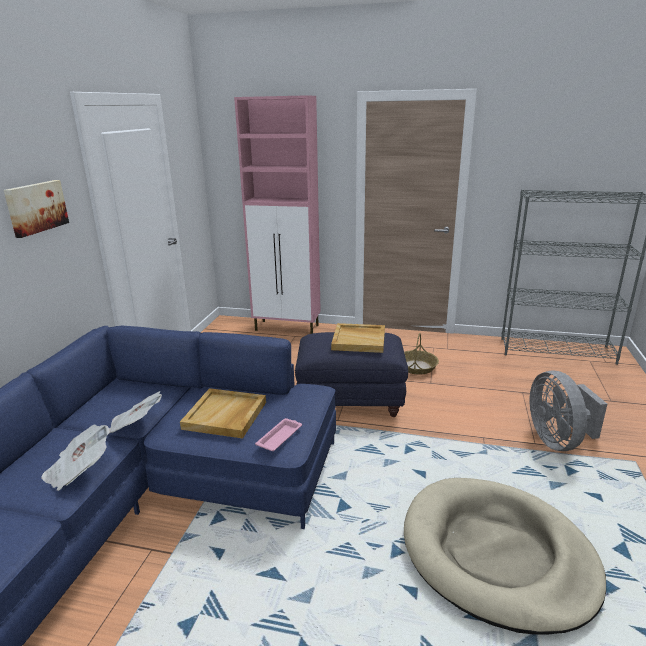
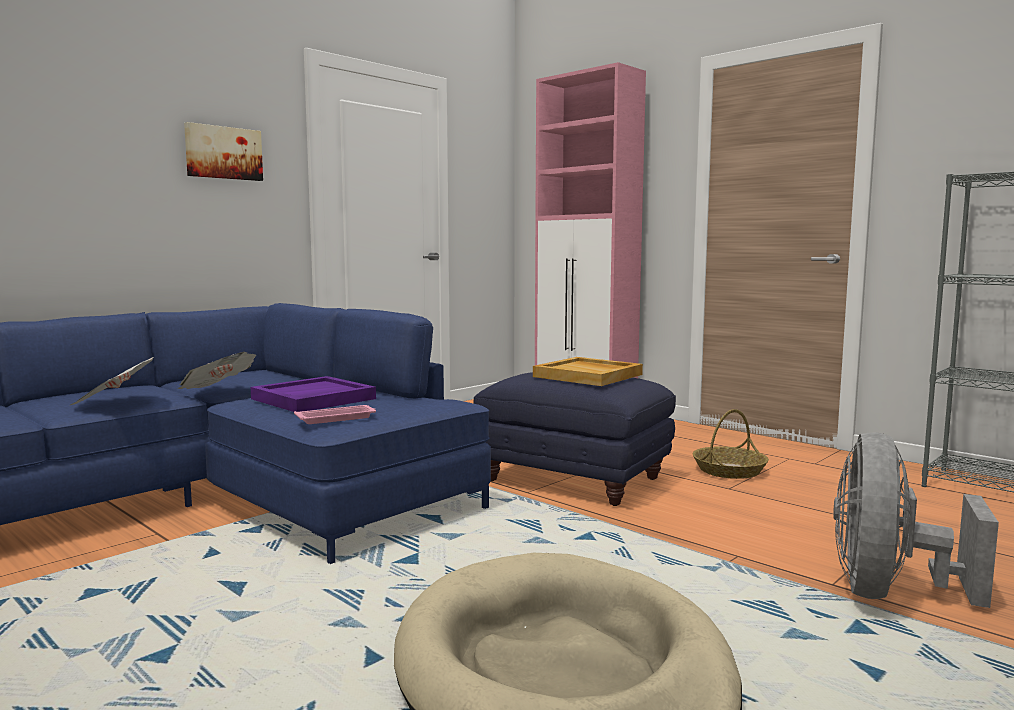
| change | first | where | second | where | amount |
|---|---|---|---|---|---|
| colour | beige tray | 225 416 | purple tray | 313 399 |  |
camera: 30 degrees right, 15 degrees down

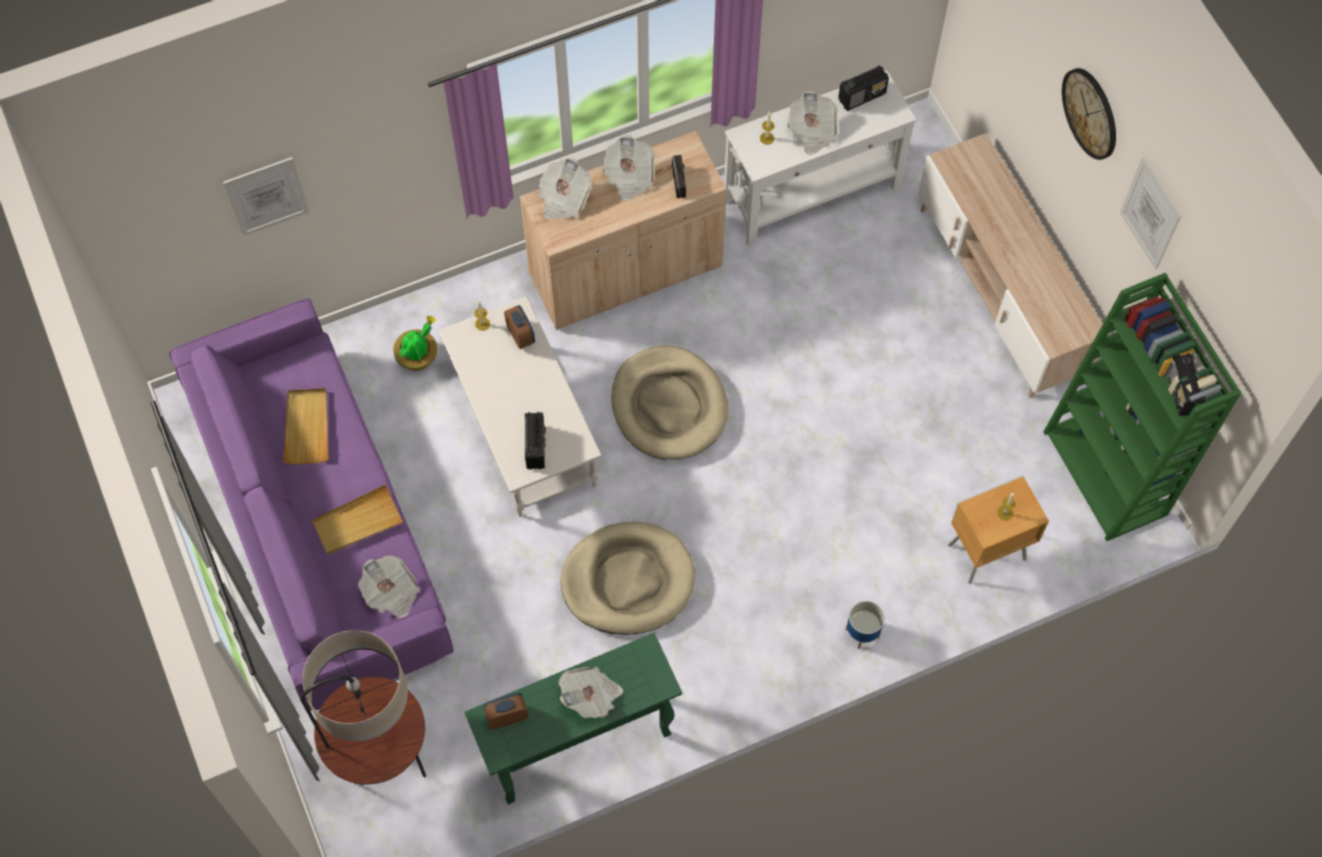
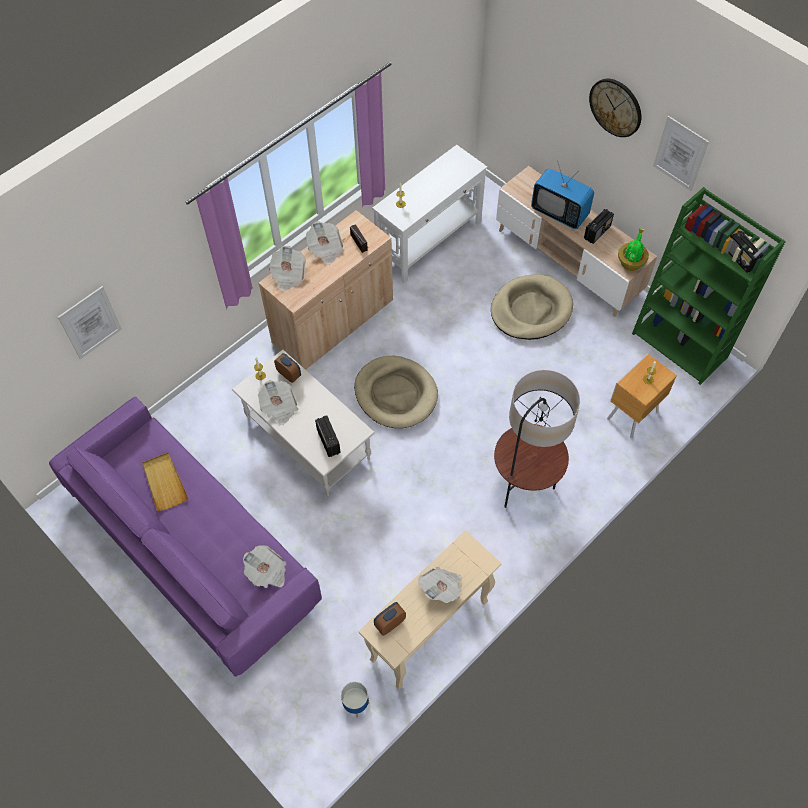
| change | first | where | second | where | amount |
|---|---|---|---|---|---|
| missing | beige tray | 357 522 |  |  |  |
| appeared |  |  | television | 559 213 |  |
| relocated | floor lamp | 383 760 |  | 524 489 |  |
| relocated | potted plant | 418 357 |  | 631 262 |  |
| relocated | beige dog bed | 628 580 |  | 531 310 |  |
| relocated | newspaper | 812 132 |  | 279 408 |  |
| relocated | radio | 862 96 |  | 597 232 |  |
| relocated | planter | 862 632 |  | 356 703 |  |
| colour | green console table | 577 745 | beige console table | 429 631 |  |
camera: 20 degrees left, 5 degrees down

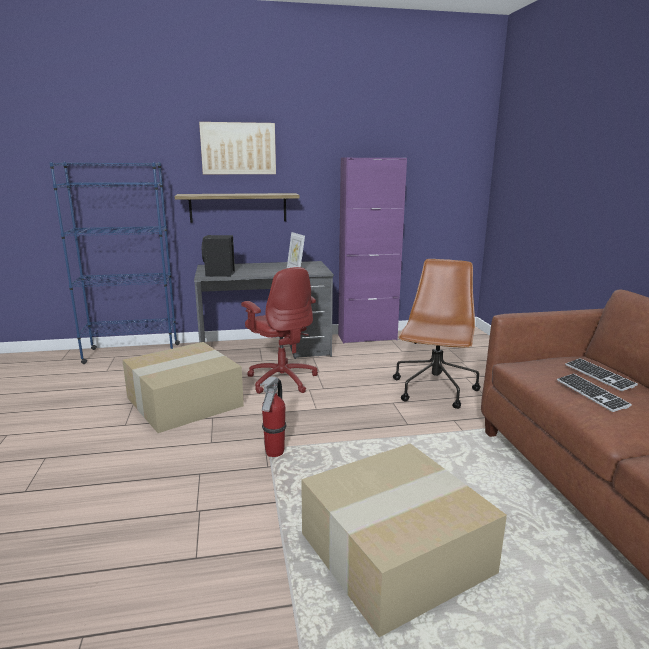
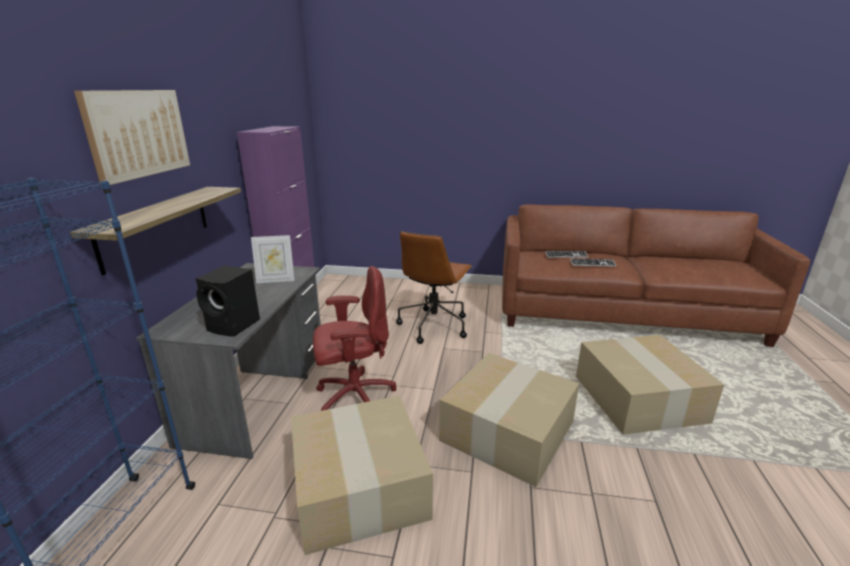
| change | first | where | second | where | amount |
|---|---|---|---|---|---|
| exchanged | fire extinguisher | 274 453 | cardboard box | 507 430 |  |
| spun | brown office chair | 434 390 |  | 434 325 | 105 degrees counterclockwise |
camera: 70 degrees left, 5 degrees up

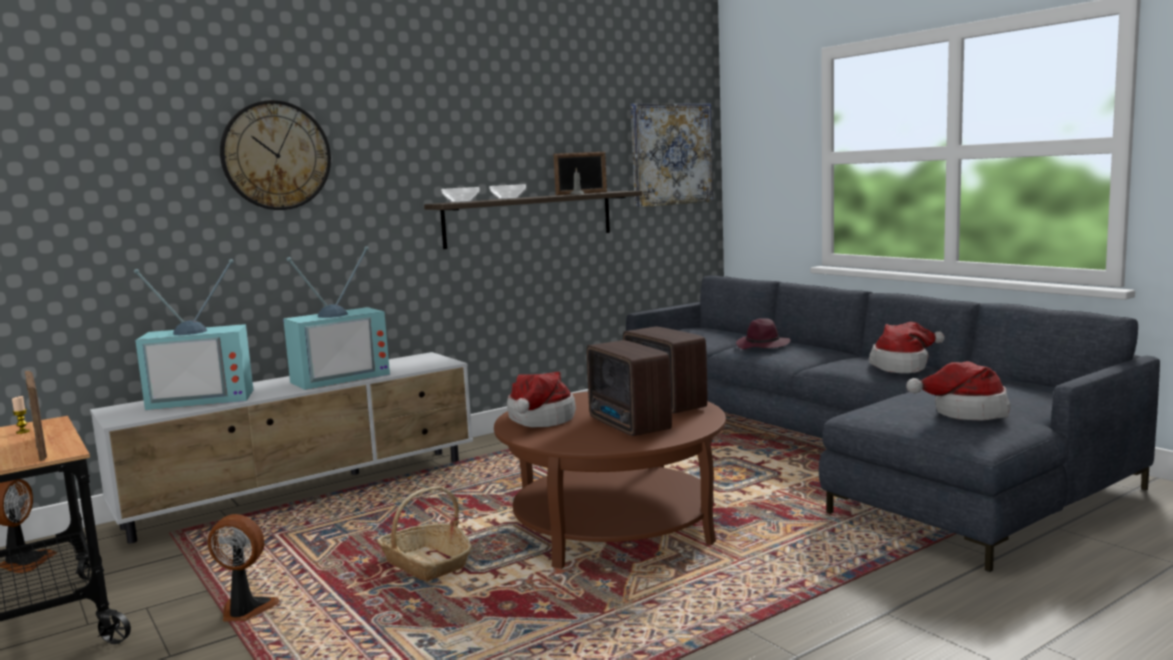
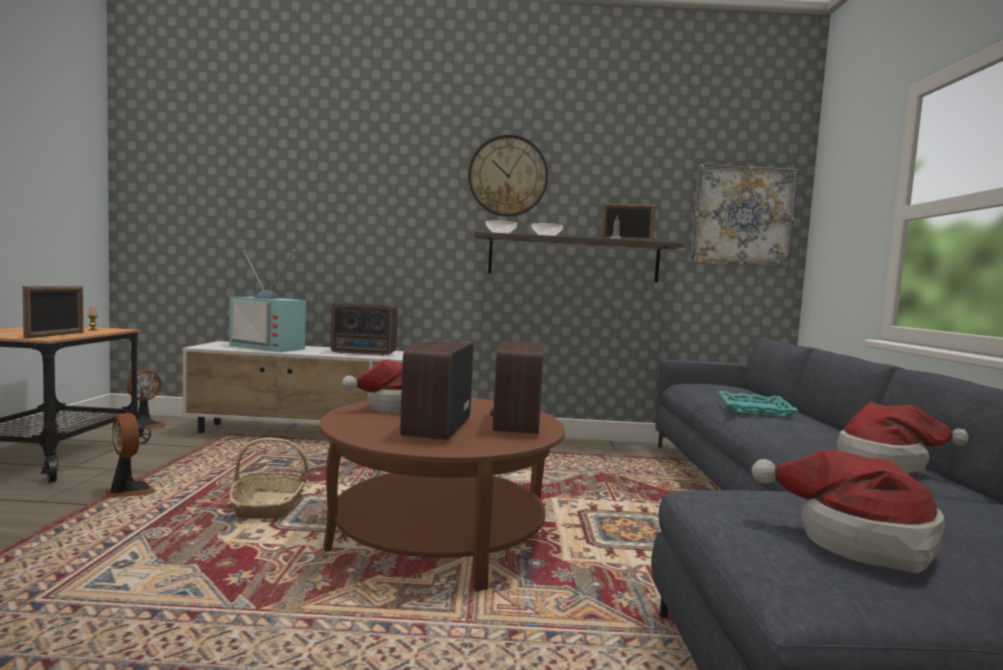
| change | first | where | second | where | amount |
|---|---|---|---|---|---|
| relocated | wall clock | 276 155 |  | 508 176 |  |
| exchanged | television | 340 377 | radio | 365 353 |  |
| exchanged | purple hat | 763 346 | turquoise tray | 755 409 |  |
camera: 35 degrees right, 5 degrees down

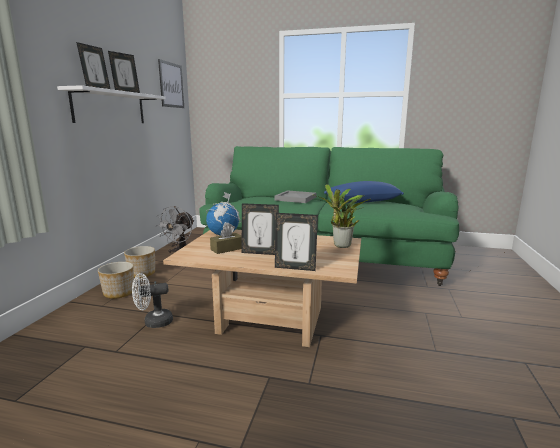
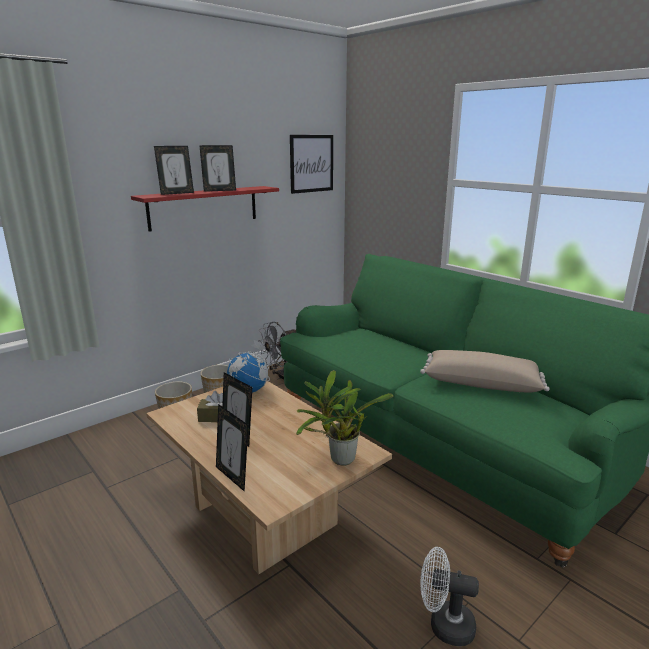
| change | first | where | second | where | amount |
|---|---|---|---|---|---|
| missing | grey tray | 295 198 |  |  |  |
| relocated | white fan | 153 322 |  | 444 625 |  |
| colour | white shelf | 110 107 | red shelf | 204 207 |  |
| colour | blue pillow | 362 201 | beige pillow | 482 383 |  |
camera: 35 degrees right, 5 degrees up

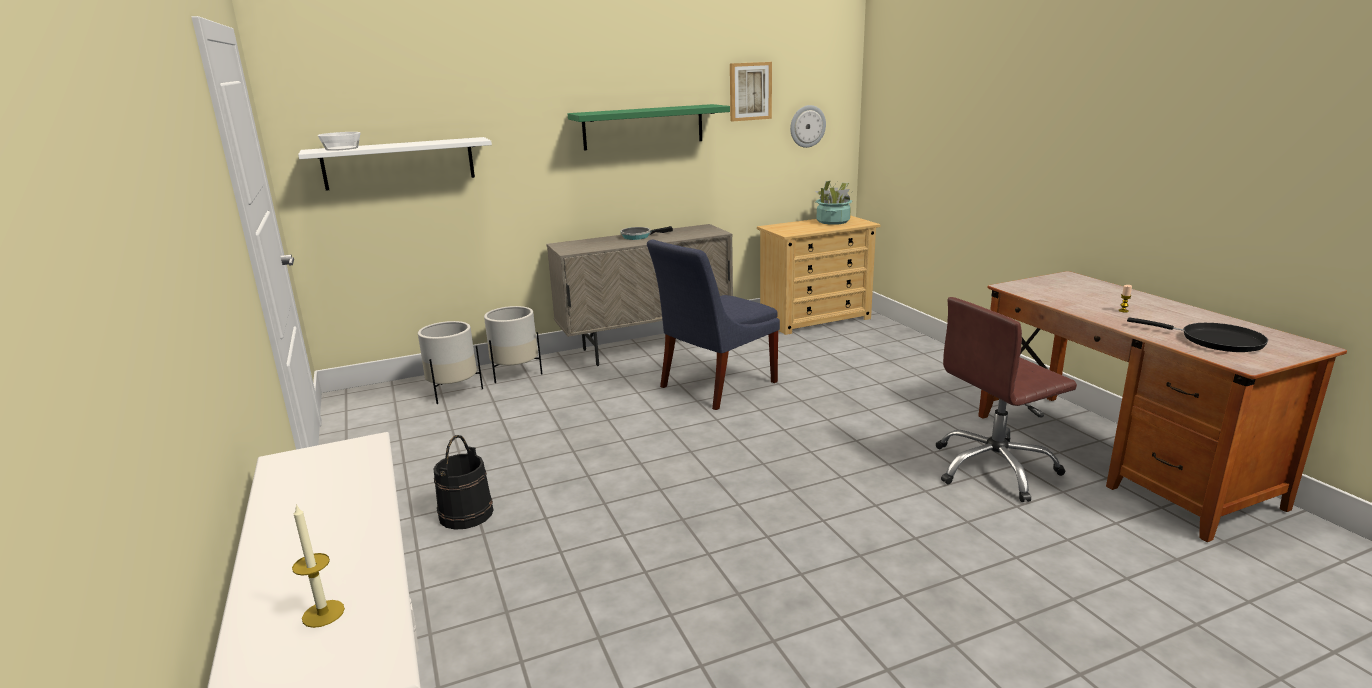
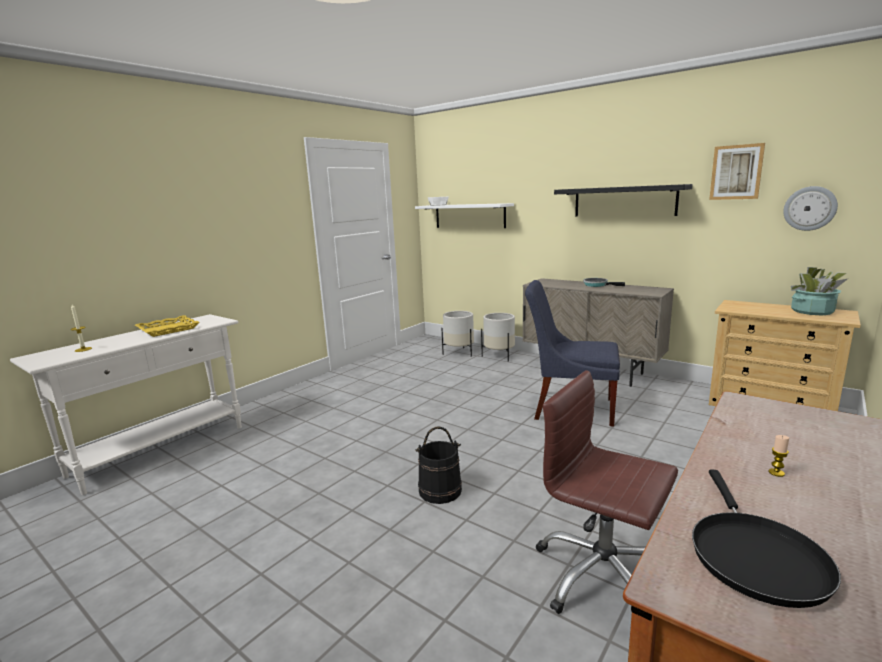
| change | first | where | second | where | amount |
|---|---|---|---|---|---|
| appeared |  |  | yellow tray | 168 329 |  |
| relocated | black bucket | 466 514 |  | 440 490 |  |
| colour | green shelf | 643 127 | black shelf | 624 201 |  |
camera: 60 degrees right, 5 degrees down

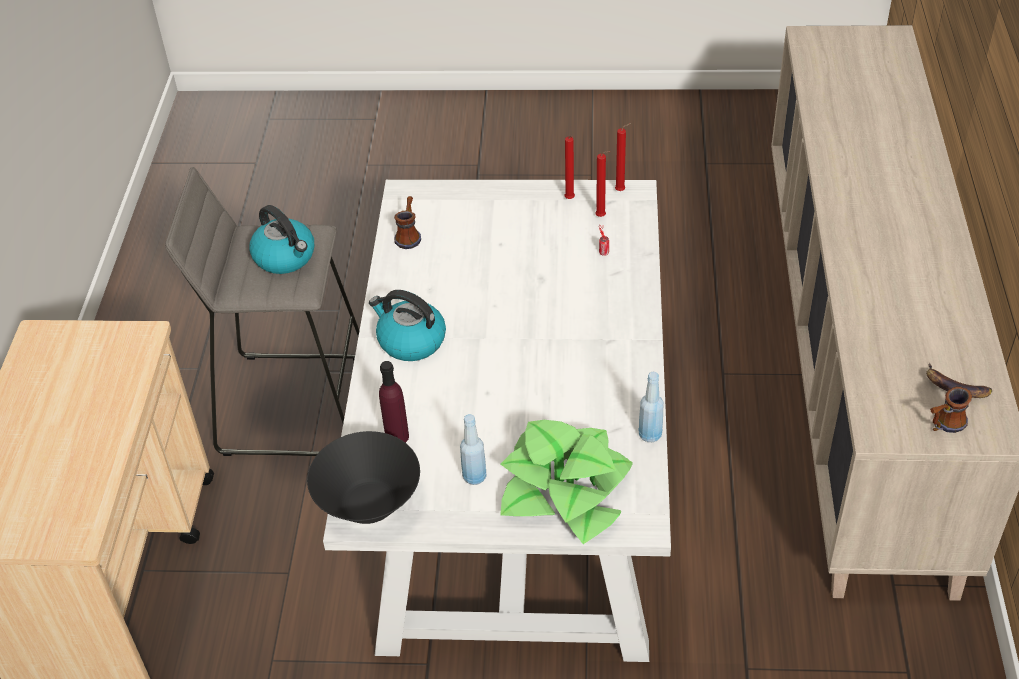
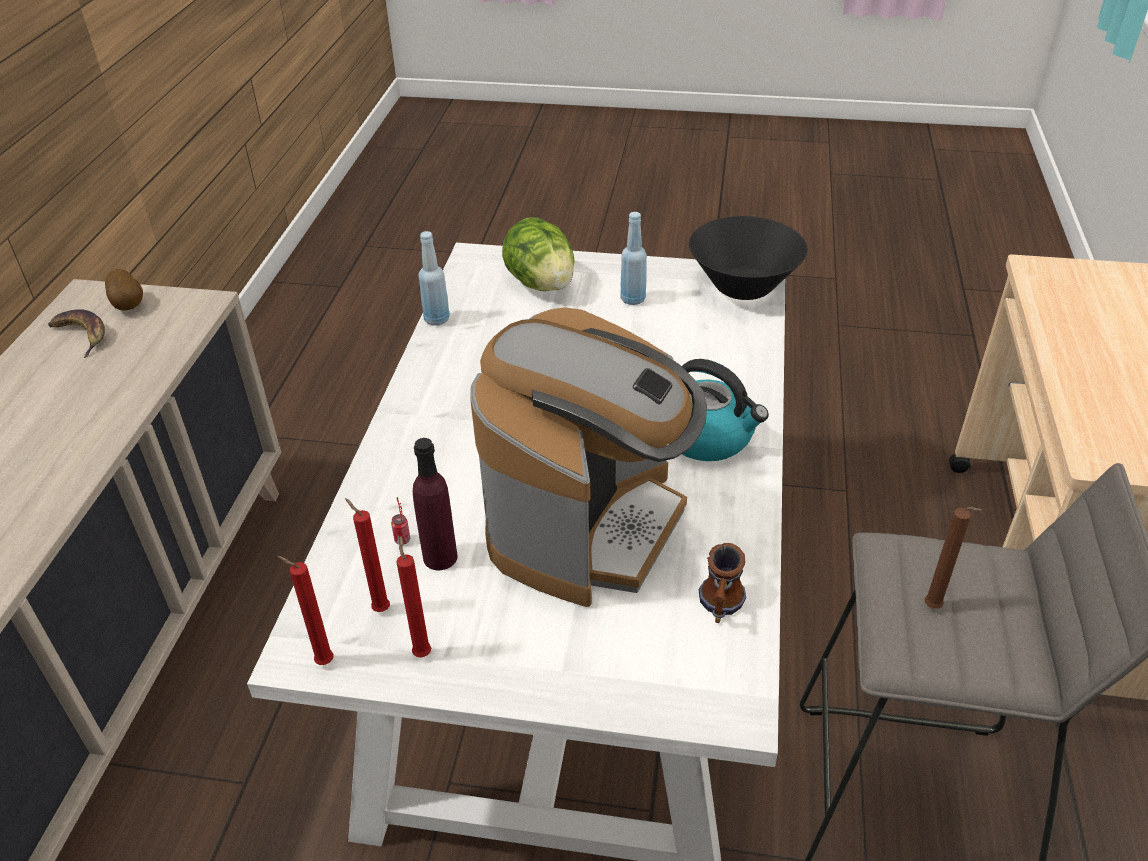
| change | first | where | second | where | amount |
|---|---|---|---|---|---|
| appeared |  |  | coffee machine | 589 525 |  |
| relocated | purple bottle | 397 436 |  | 440 557 |  |
| exchanged | kettle | 285 257 | brown candle | 934 608 |  |
| exchanged | potted plant | 565 489 | lettuce | 541 283 |  |
| exchanged | mug | 944 425 | potato | 129 305 |  |
camera: 175 degrees left, 5 degrees down

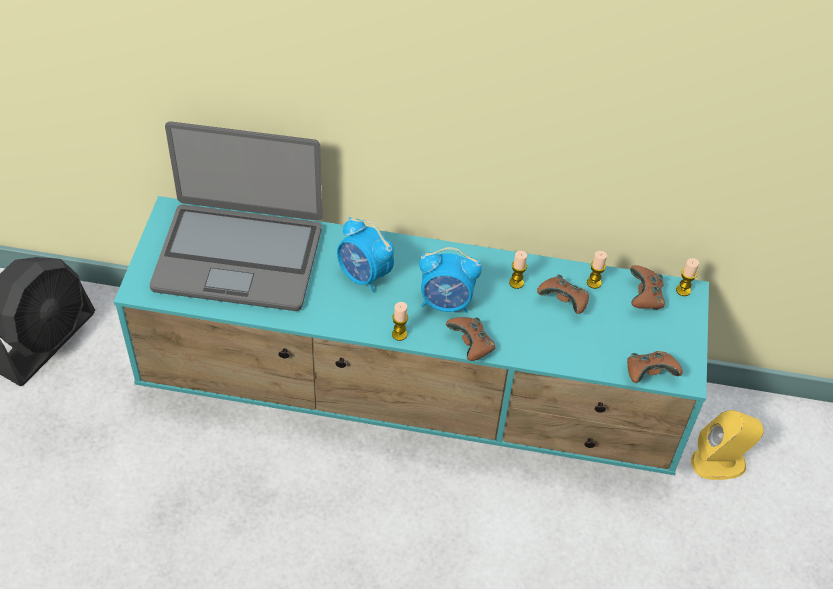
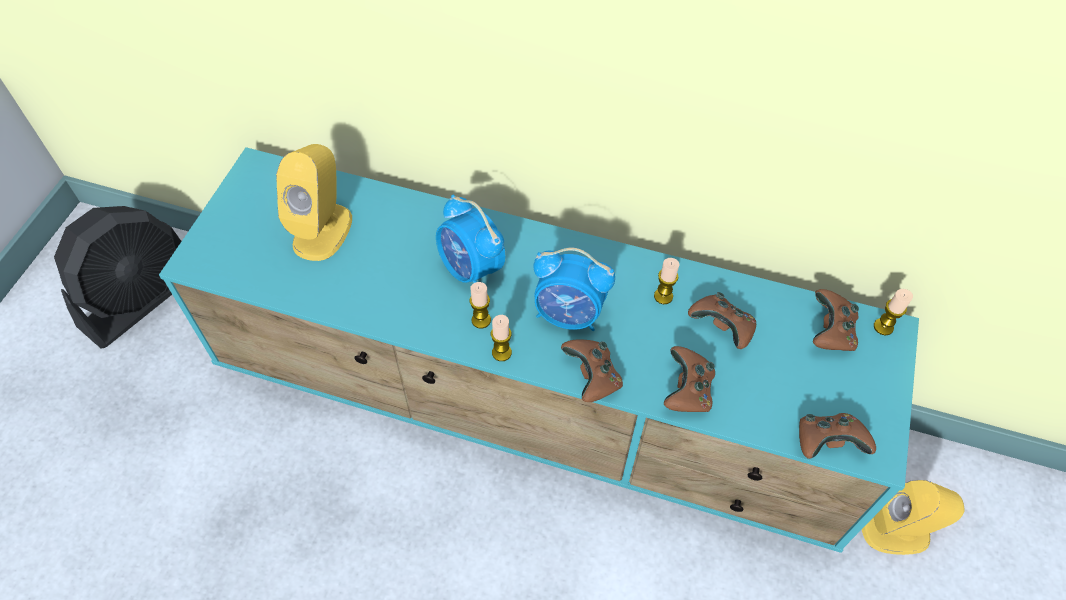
| change | first | where | second | where | amount |
|---|---|---|---|---|---|
| appeared |  |  | brown game controller | 687 391 |  |
| relocated | candle | 594 282 |  | 481 320 |  |
| exchanged | laptop | 239 256 | yellow speaker | 323 230 |  |
camera: 10 degrees right, 5 degrees up

